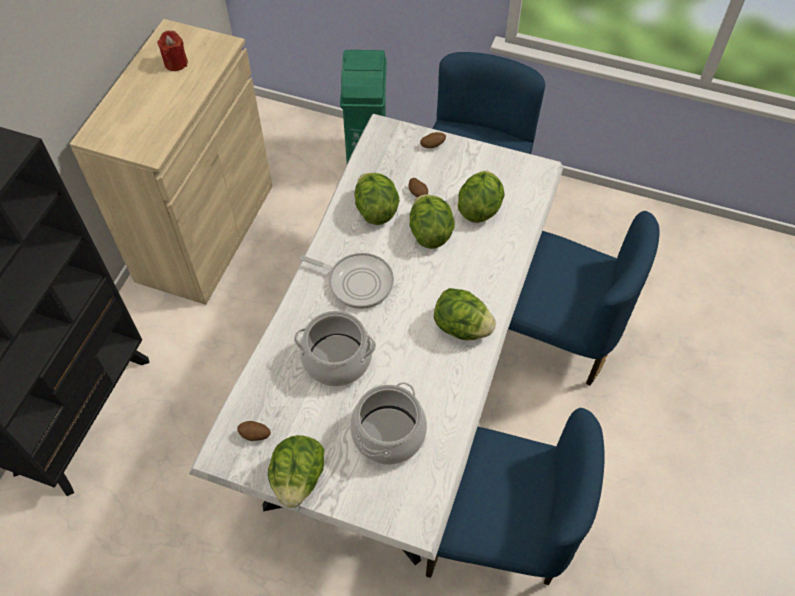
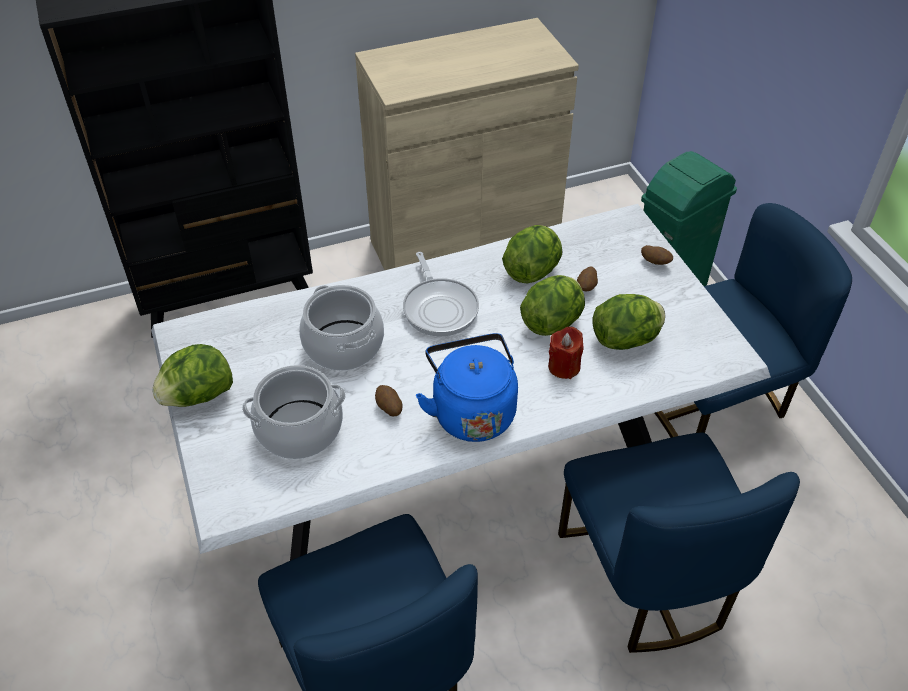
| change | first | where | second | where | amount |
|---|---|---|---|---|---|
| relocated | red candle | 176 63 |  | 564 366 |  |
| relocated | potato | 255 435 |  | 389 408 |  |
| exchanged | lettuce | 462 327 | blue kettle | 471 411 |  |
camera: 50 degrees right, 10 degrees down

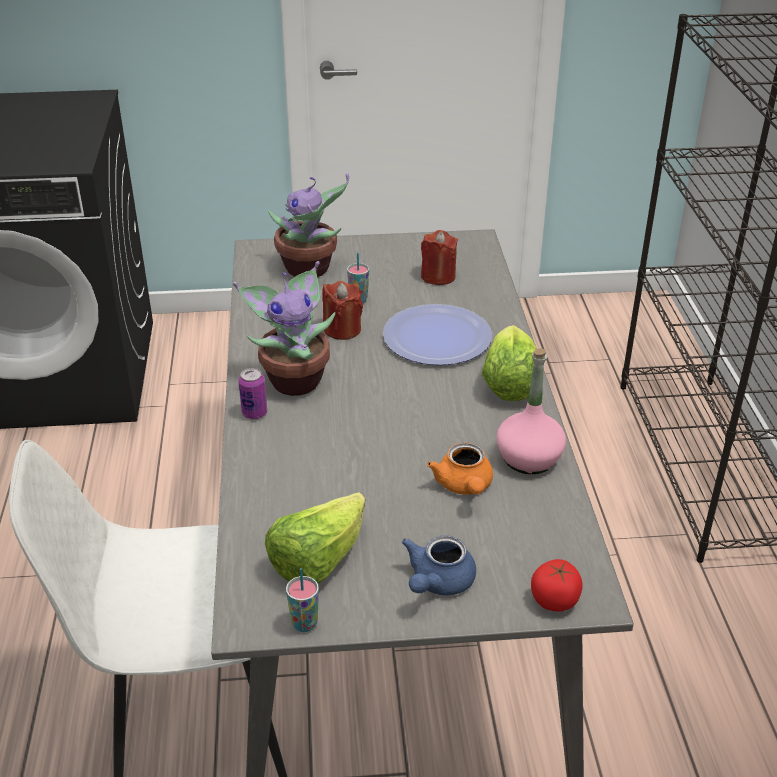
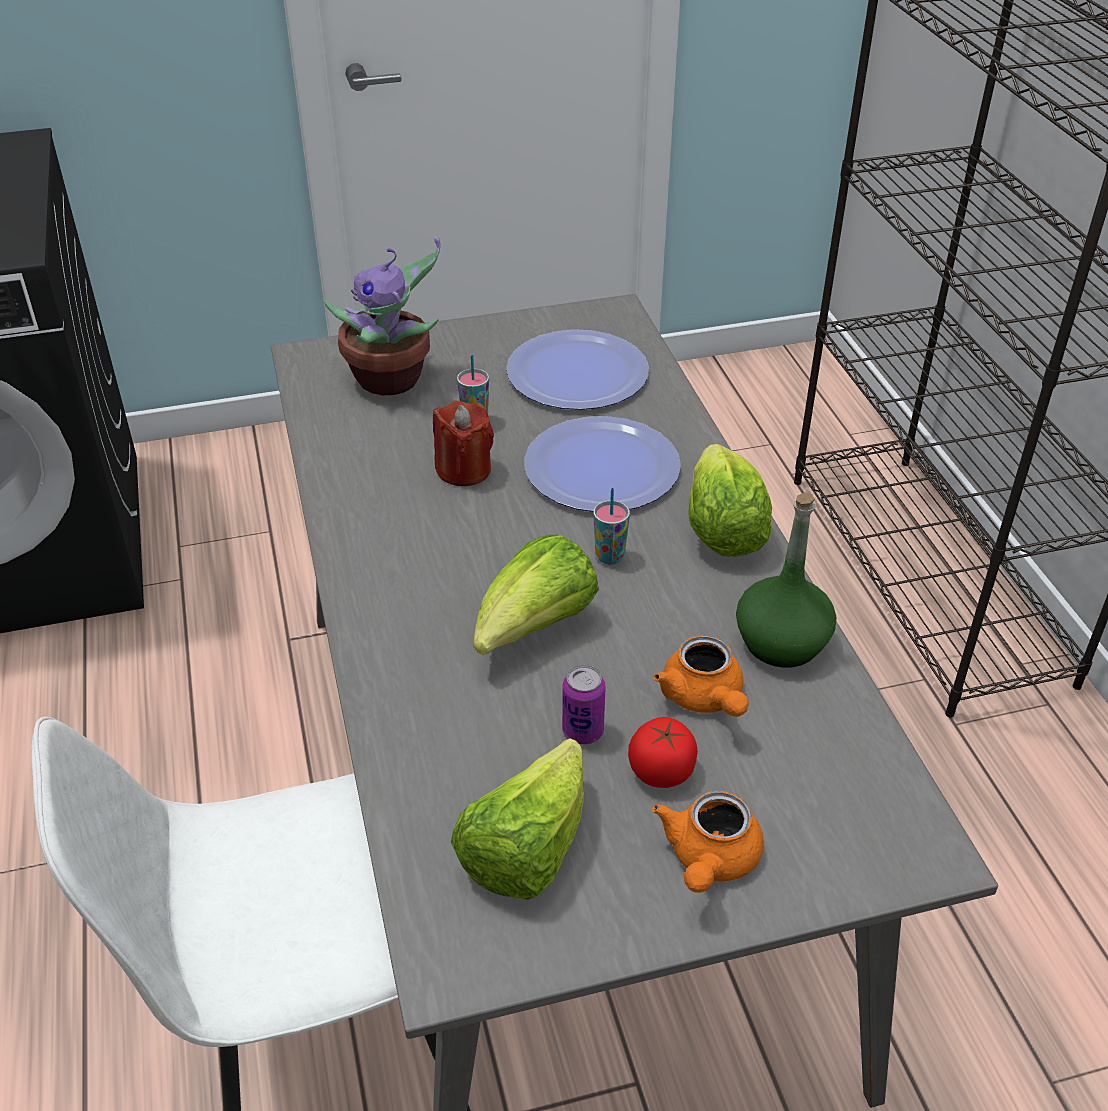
| change | first | where | second | where | amount |
|---|---|---|---|---|---|
| missing | potted plant | 295 379 |  |  |  |
| appeared |  |  | lettuce | 535 628 |  |
| relocated | can | 254 413 |  | 583 731 |  |
| relocated | cup | 304 624 |  | 609 556 |  |
| relocated | tomato | 555 600 |  | 661 771 |  |
| exchanged | red candle | 438 276 | plate | 578 373 |  |
| colour | blue teapot | 437 582 | orange teapot | 709 860 |  |
| colour | pink bottle | 528 458 | green bottle | 781 642 |  |
camera: 10 degrees left, 5 degrees up

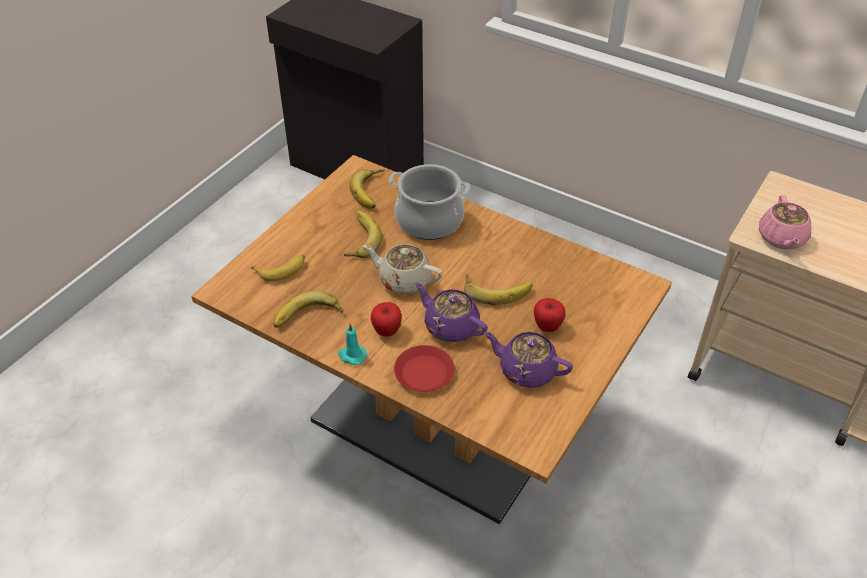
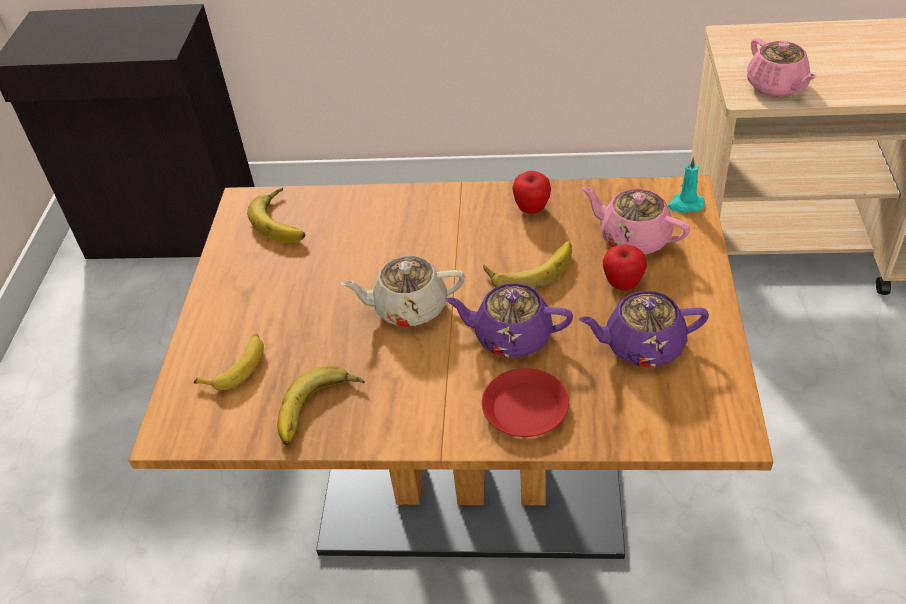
| change | first | where | second | where | amount |
|---|---|---|---|---|---|
| missing | banana | 358 238 |  |  |  |
| missing | cooking pot | 429 221 |  |  |  |
| appeared |  |  | pink teapot | 633 238 |  |
| relocated | turquoise candle | 352 355 |  | 685 204 |  |
| relocated | apple | 387 331 |  | 532 209 |  |
camera: 25 degrees left, 0 degrees up

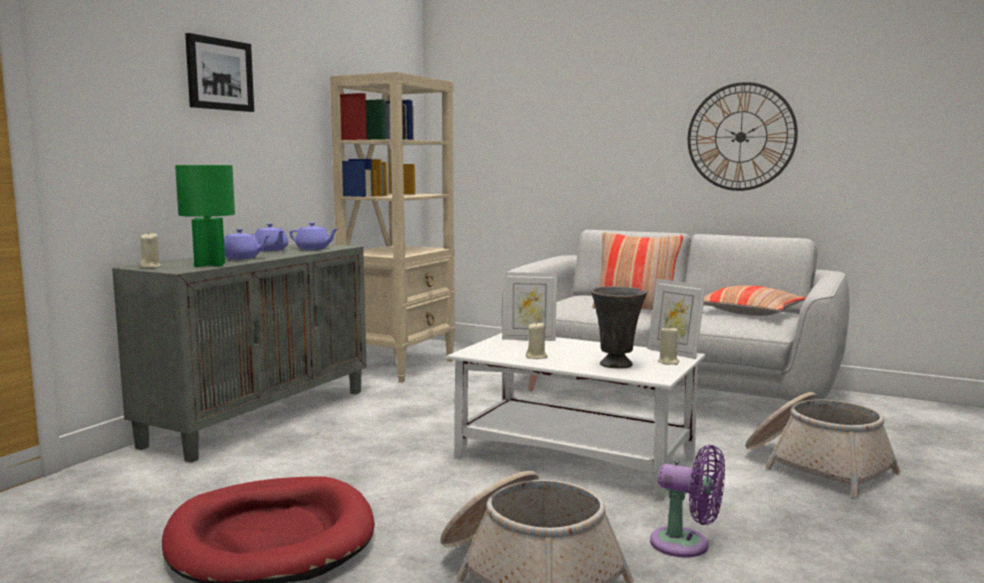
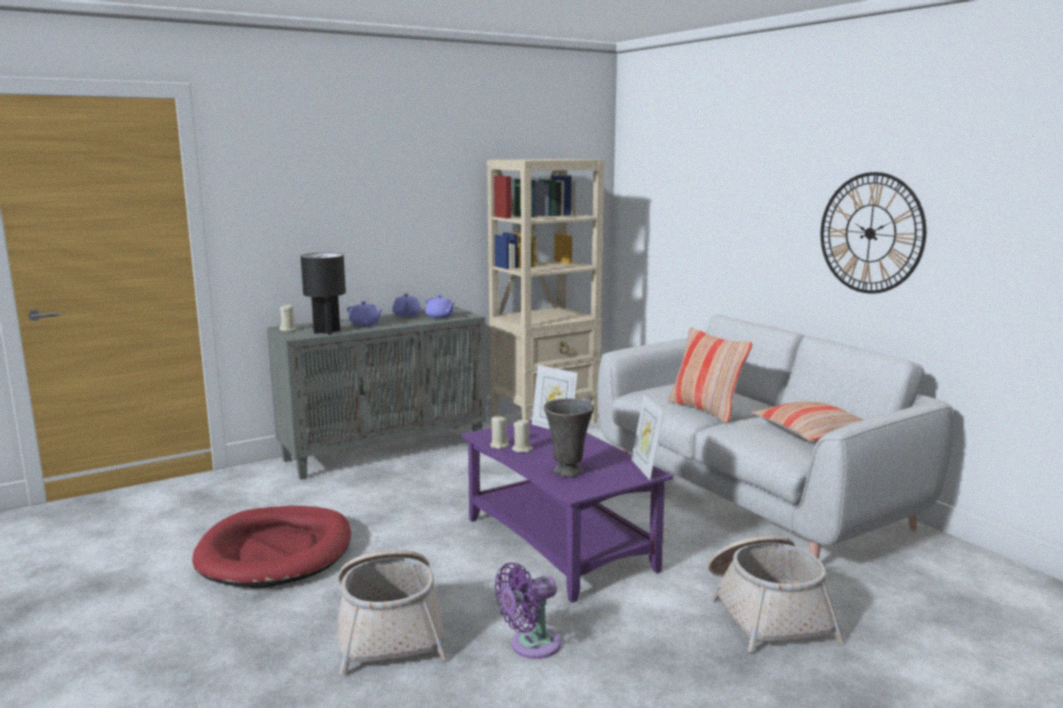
| change | first | where | second | where | amount |
|---|---|---|---|---|---|
| missing | picture | 219 74 |  |  |  |
| relocated | beige candle | 668 362 |  | 499 445 |  |
| colour | green table lamp | 210 265 | black table lamp | 327 331 |  |
| colour | white coffee table | 576 458 | purple coffee table | 560 544 |  |
| spun | purple fan | 686 545 |  | 530 645 | 90 degrees clockwise |
camera: 30 degrees right, 5 degrees up

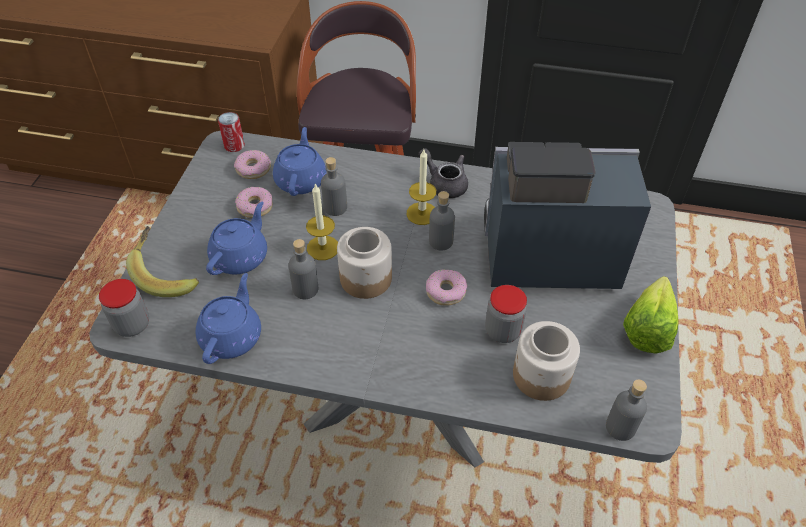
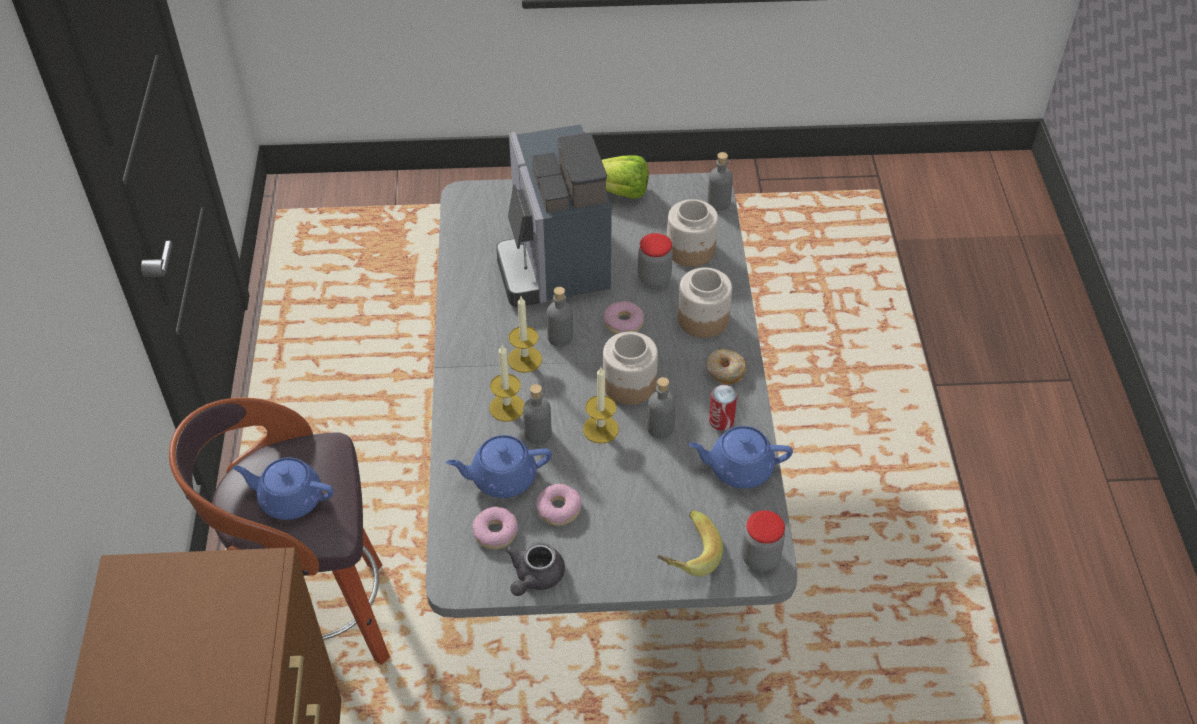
| change | first | where | second | where | amount |
|---|---|---|---|---|---|
| appeared |  |  | candle | 507 407 |  |
| appeared |  |  | jar | 702 319 |  |
| appeared |  |  | donut | 725 371 |  |
| relocated | blue teapot | 241 257 |  | 289 499 |  |
| relocated | can | 234 145 |  | 721 421 |  |
| relocated | grey teapot | 444 183 |  | 534 577 |  |
camera: 105 degrees left, 0 degrees up

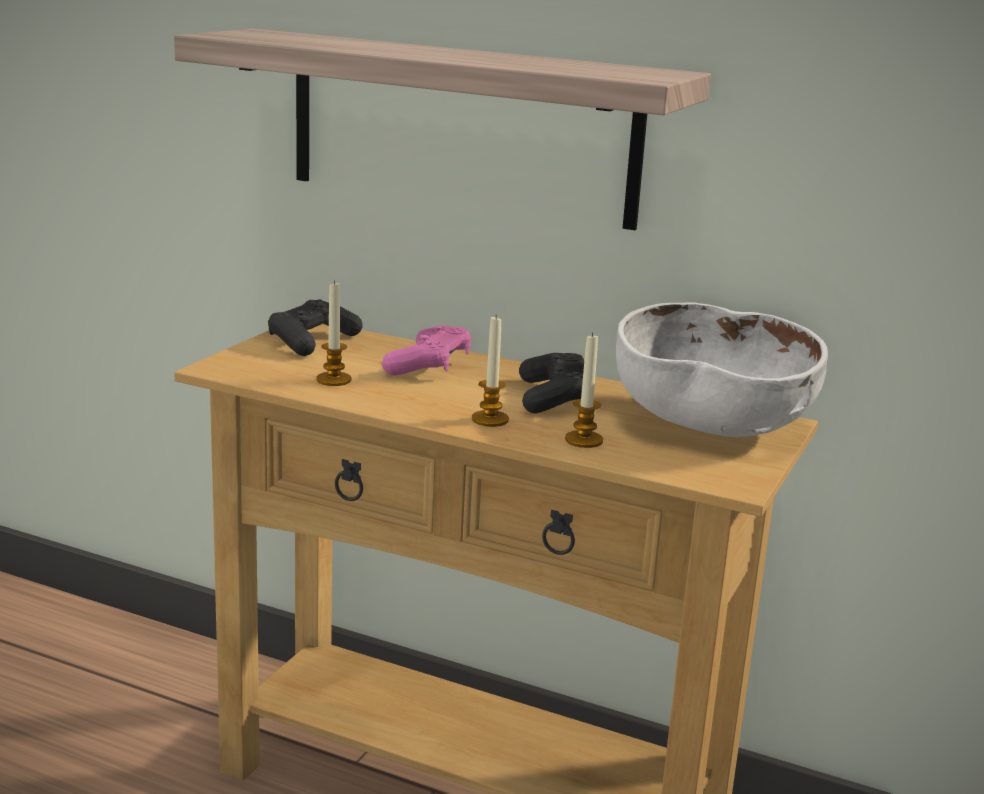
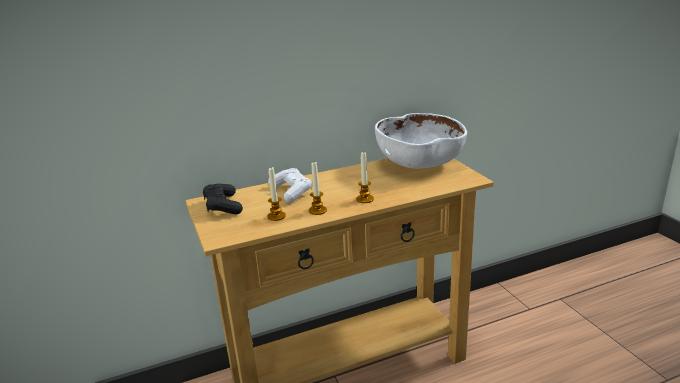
| change | first | where | second | where | amount |
|---|---|---|---|---|---|
| missing | shelf | 461 127 |  |  |  |
| missing | black game controller | 553 397 |  |  |  |
| relocated | candle | 583 440 |  | 317 210 |  |
| colour | pink game controller | 429 366 | white game controller | 291 191 |  |
camera: 45 degrees left, 5 degrees up

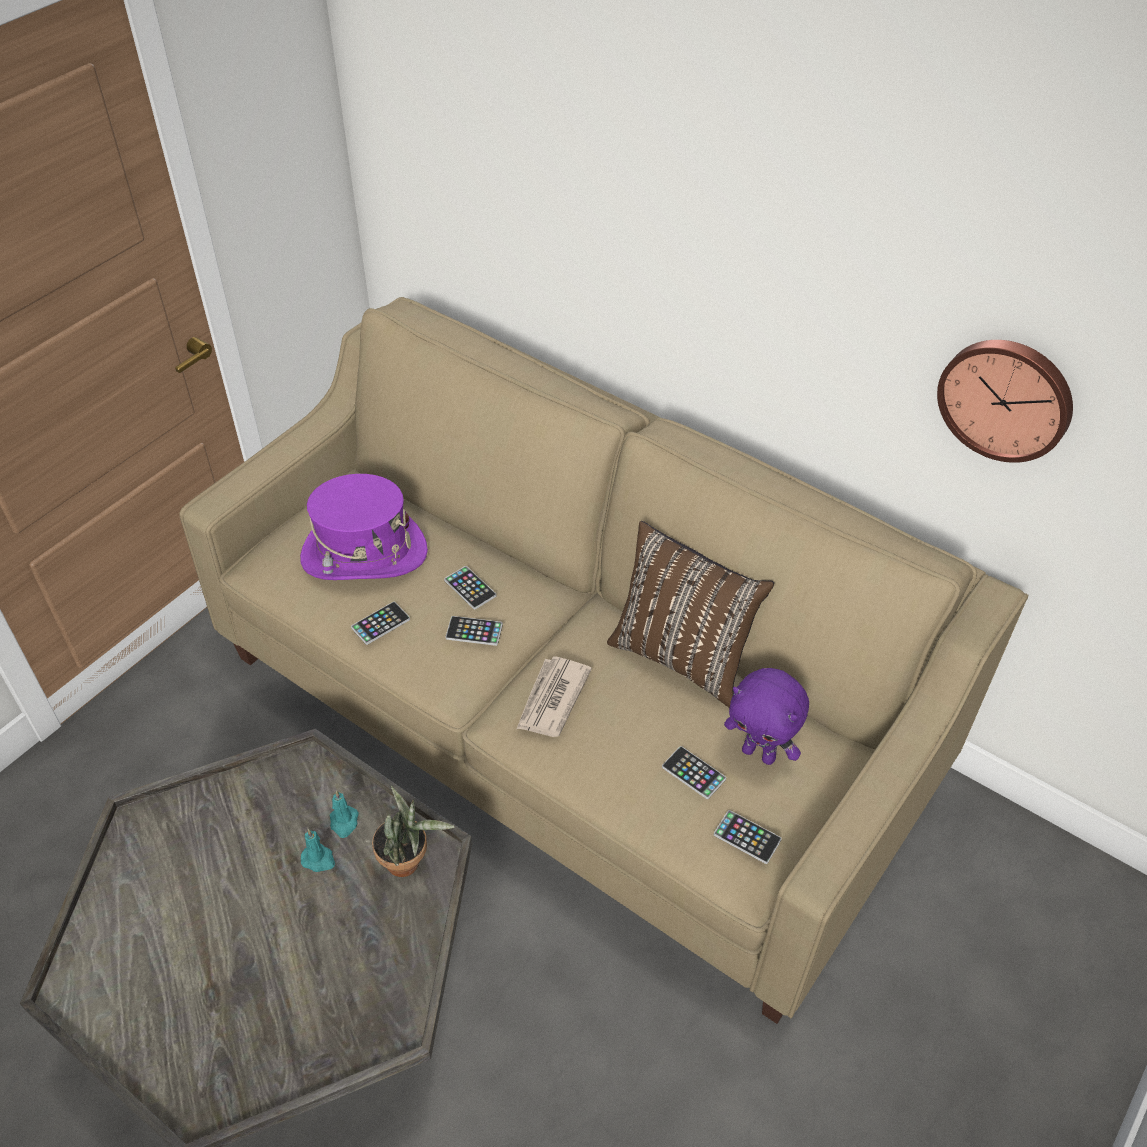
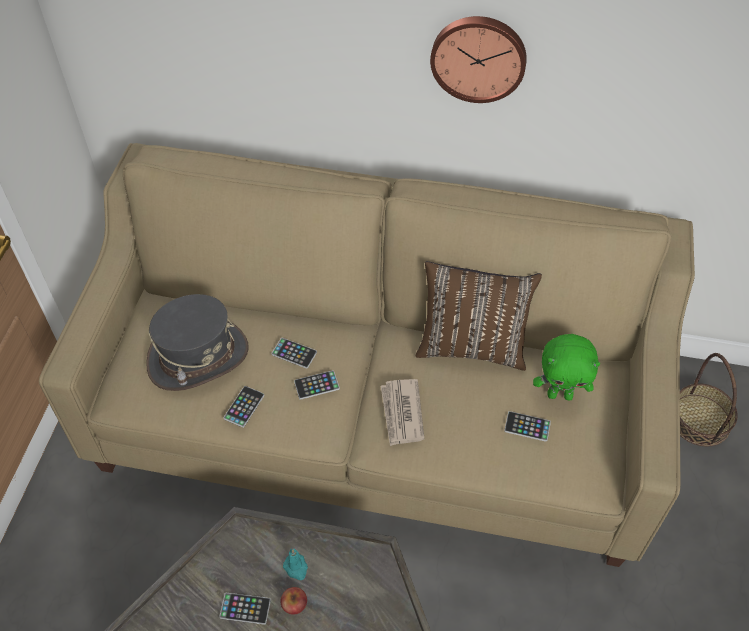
| change | first | where | second | where | amount |
|---|---|---|---|---|---|
| missing | potted plant | 408 861 |  |  |  |
| appeared |  |  | basket | 700 420 |  |
| relocated | phone | 747 837 |  | 245 608 |  |
| relocated | wall clock | 1006 398 |  | 478 57 |  |
| exchanged | turquoise candle | 319 859 | apple | 294 604 |  |
| colour | purple hat | 364 554 | grey hat | 198 357 |  |
| colour | purple plush toy | 759 753 | green plush toy | 560 394 |  |
camera: 25 degrees left, 5 degrees up

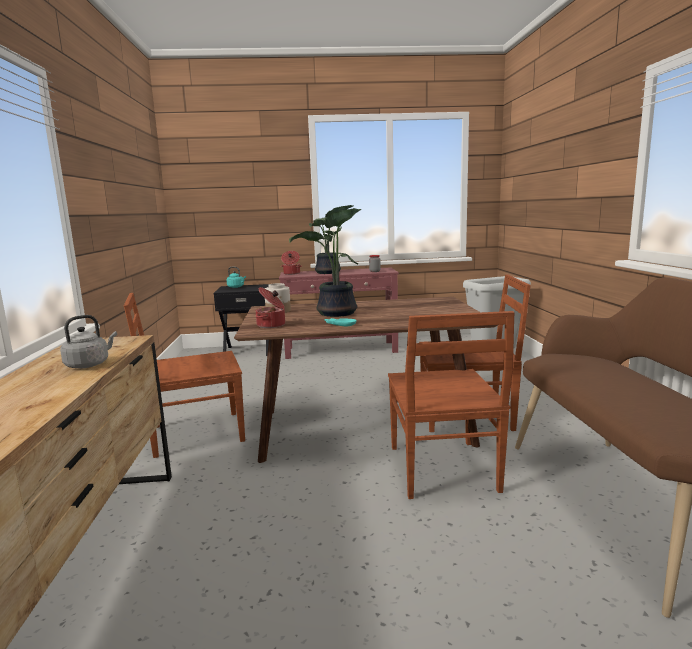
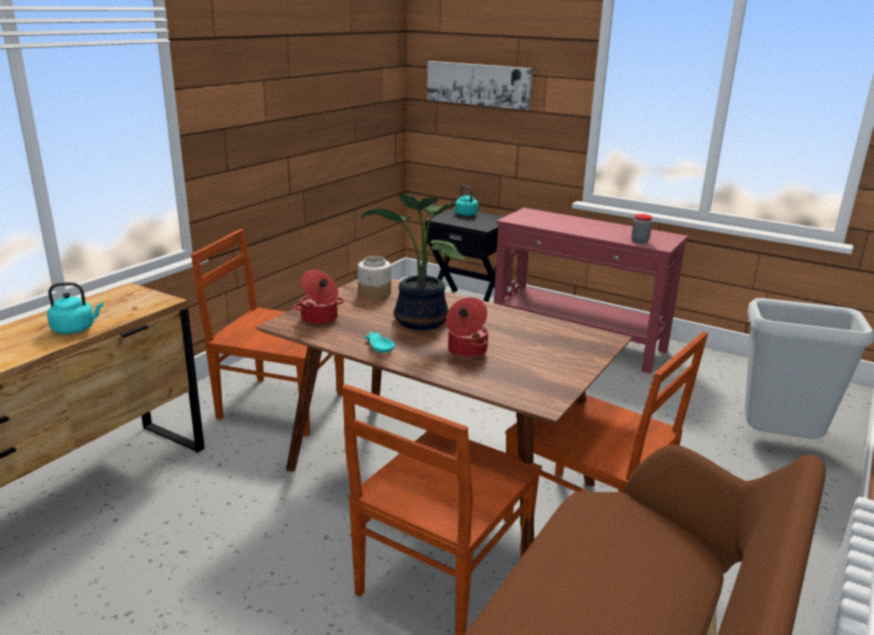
| change | first | where | second | where | amount |
|---|---|---|---|---|---|
| missing | potted plant | 328 272 |  |  |  |
| appeared |  |  | picture | 478 84 |  |
| relocated | cooking pot | 291 273 |  | 466 351 |  |
| colour | grey kettle | 89 364 | turquoise kettle | 76 329 |  |
camera: 35 degrees right, 10 degrees up

